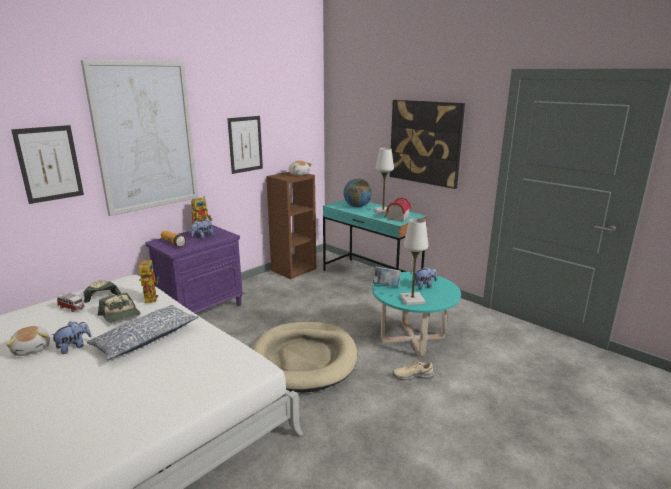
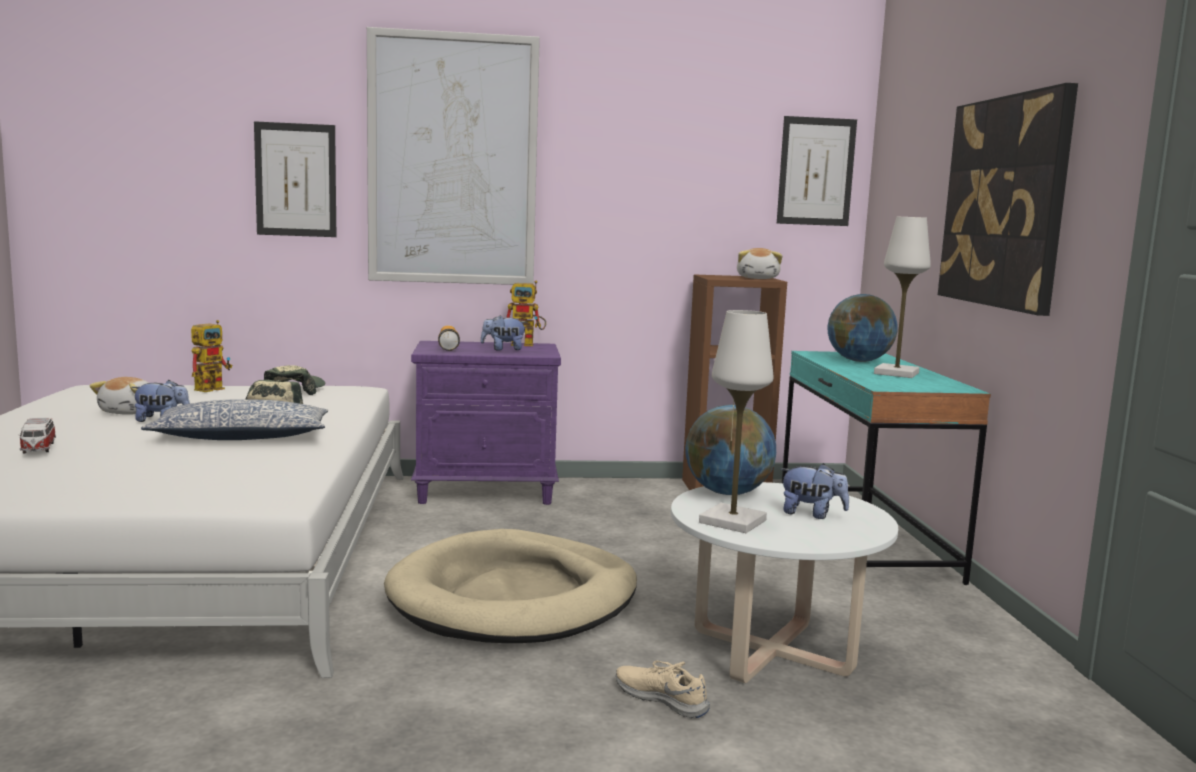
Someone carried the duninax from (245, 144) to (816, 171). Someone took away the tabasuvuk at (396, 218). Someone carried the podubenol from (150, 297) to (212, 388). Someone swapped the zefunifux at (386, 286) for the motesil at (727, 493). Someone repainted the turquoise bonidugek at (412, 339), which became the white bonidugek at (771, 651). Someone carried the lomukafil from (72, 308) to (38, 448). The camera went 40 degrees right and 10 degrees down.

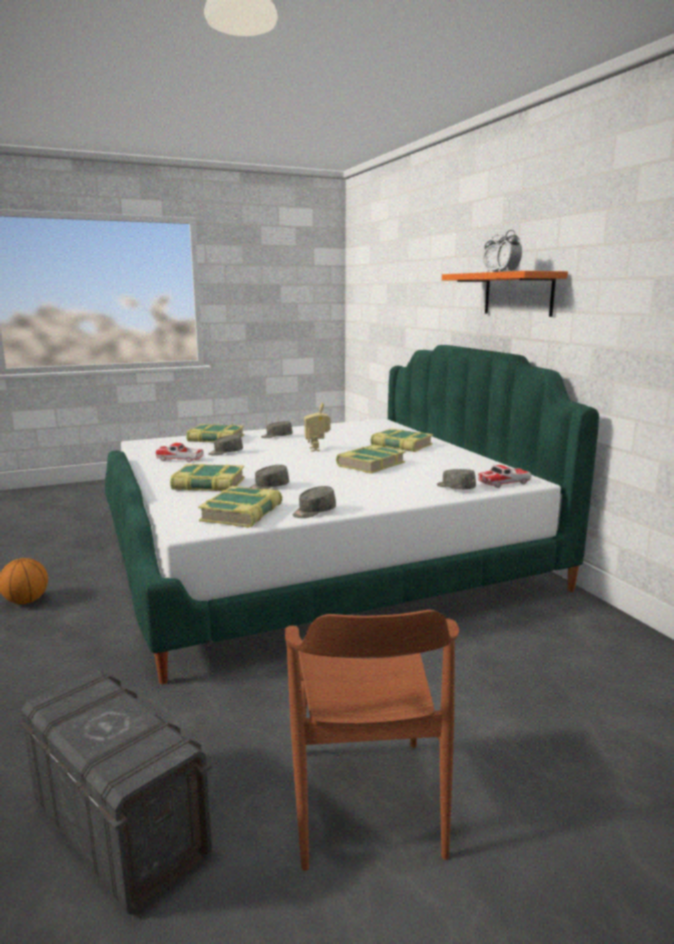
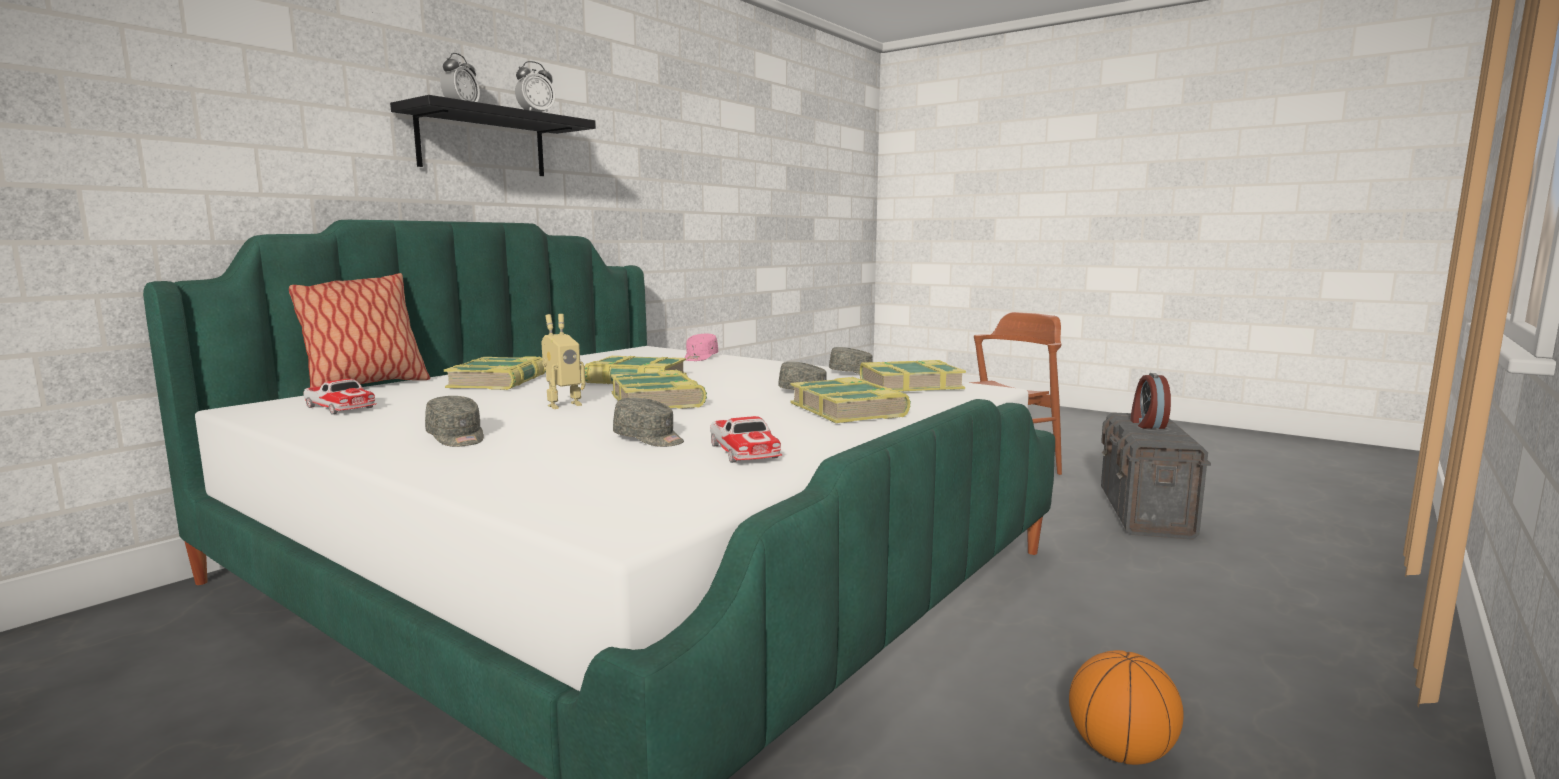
Someone repainted the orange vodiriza at (518, 294), which became the black vodiriza at (482, 143). Someone carried the zefunifux from (216, 439) to (658, 400). Someone carried the lomukafil from (504, 483) to (339, 407). Someone repainted the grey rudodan at (455, 488), which became the pink rudodan at (700, 358). Someone put down the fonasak at (365, 386). Someone put down the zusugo at (1147, 424). The camera went 120 degrees left and 5 degrees down.

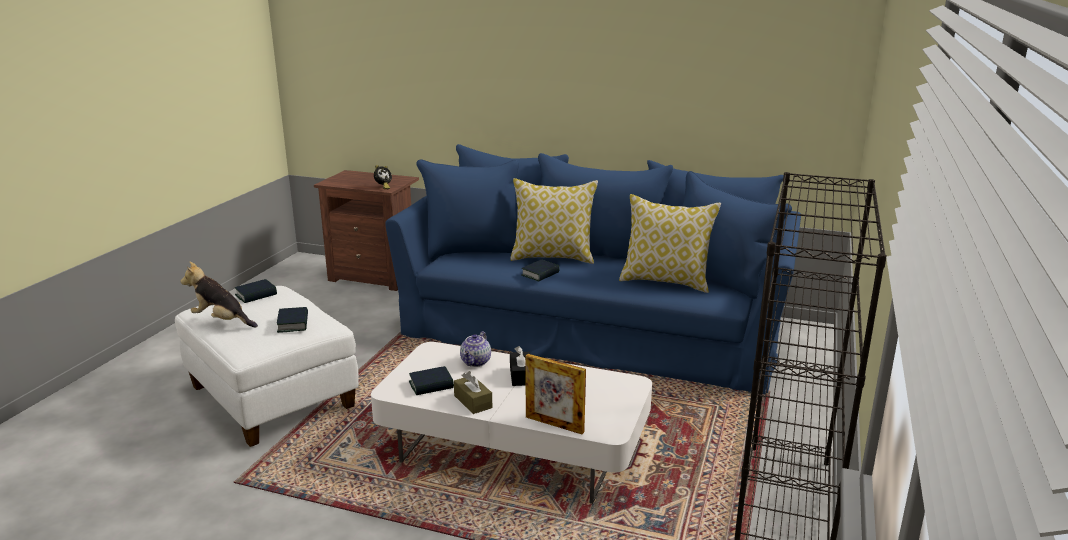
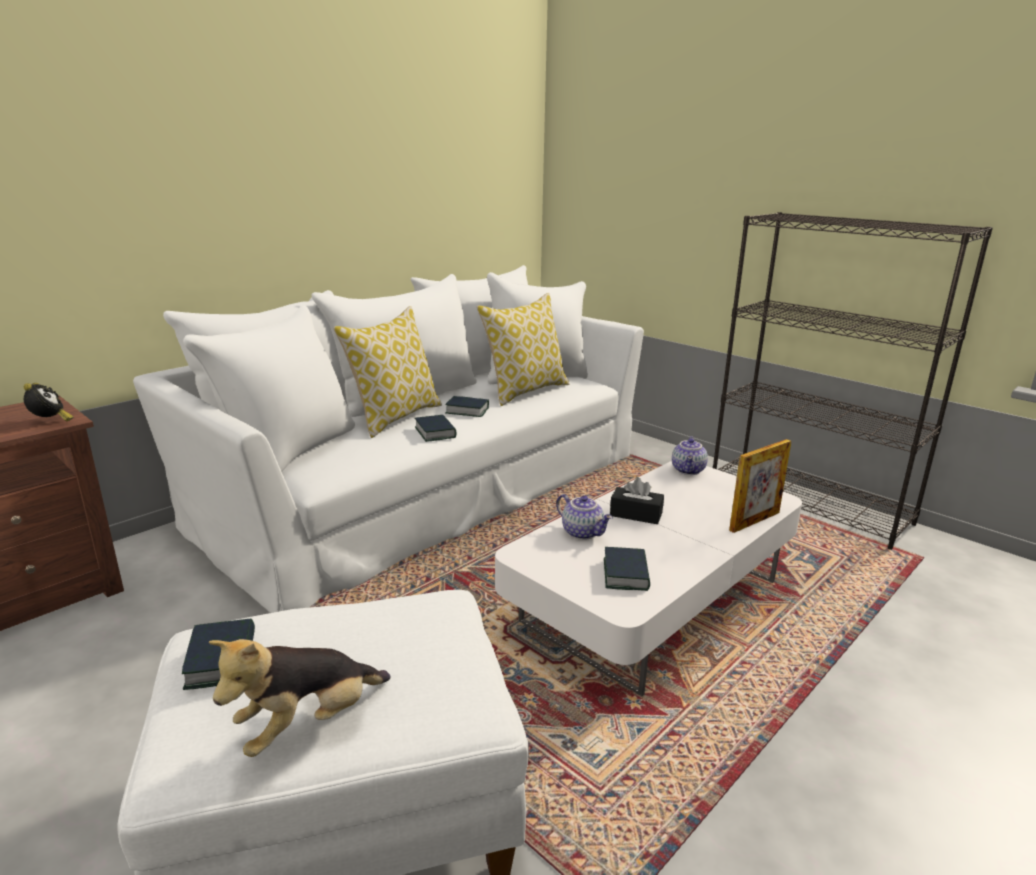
Someone repainted the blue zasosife at (593, 328), which became the white zasosife at (429, 487). Someone carried the zefunifux from (293, 323) to (467, 411). Someone took away the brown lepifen at (473, 402). Someone put down the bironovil at (689, 470). The camera went 65 degrees left and 0 degrees up.

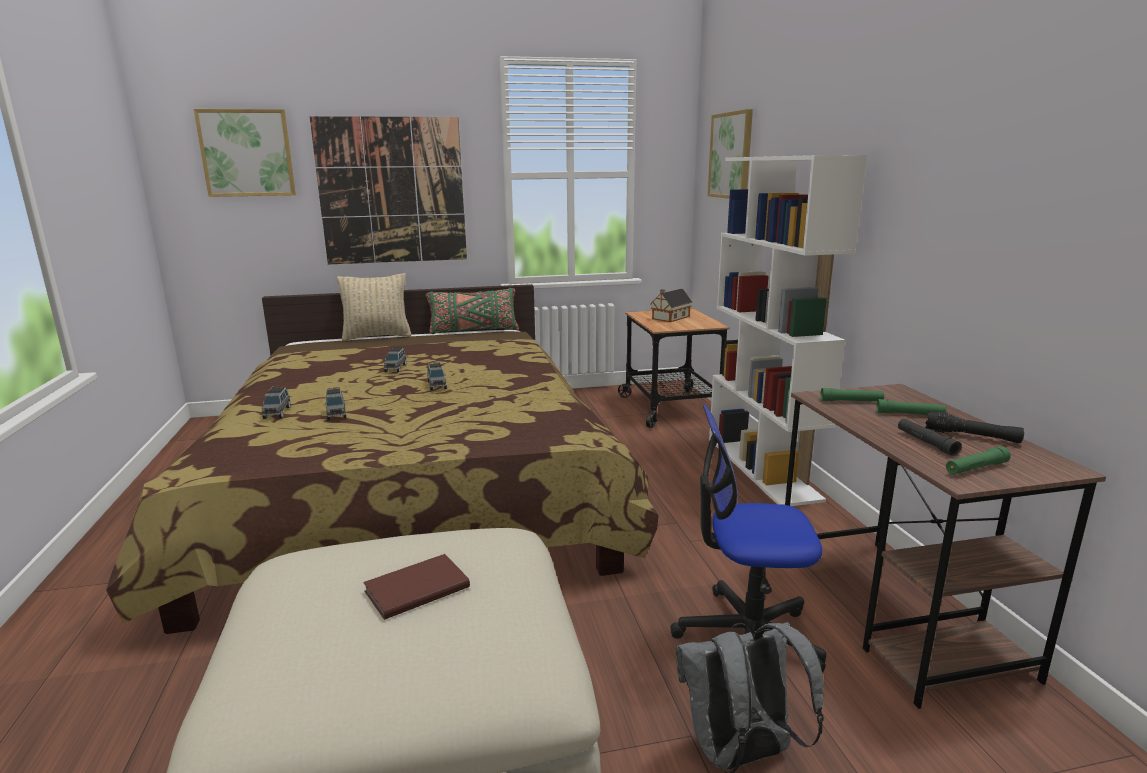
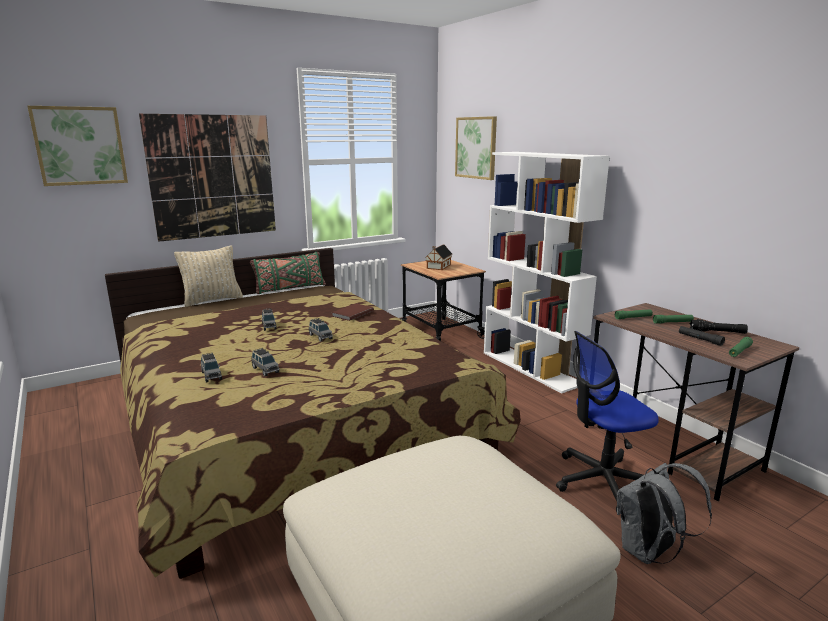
Someone carried the brown zefunifux from (415, 588) to (352, 313). The camera went 20 degrees left and 0 degrees up.

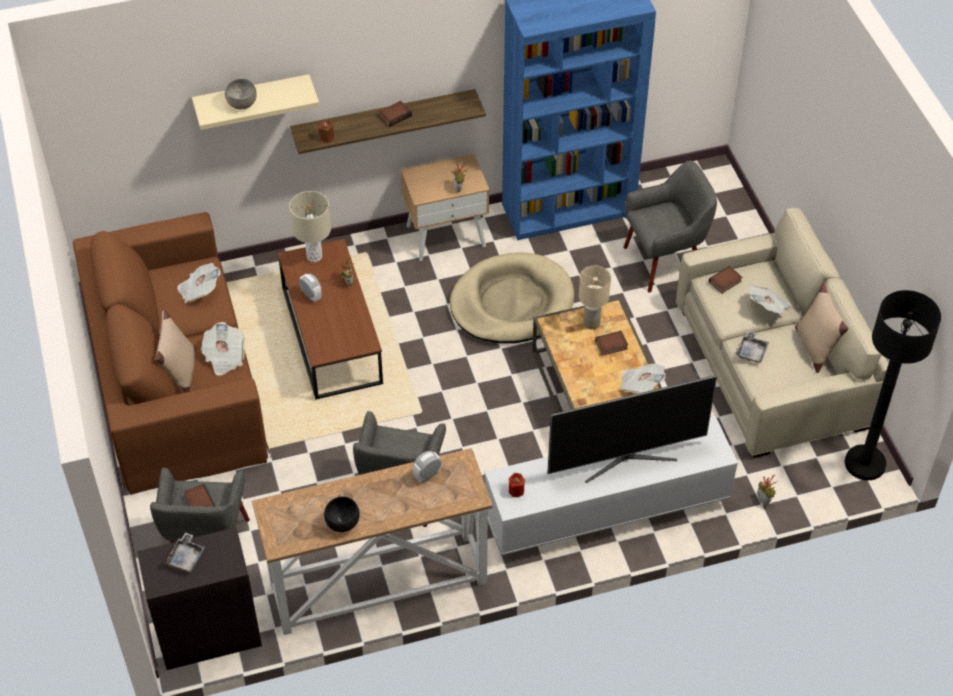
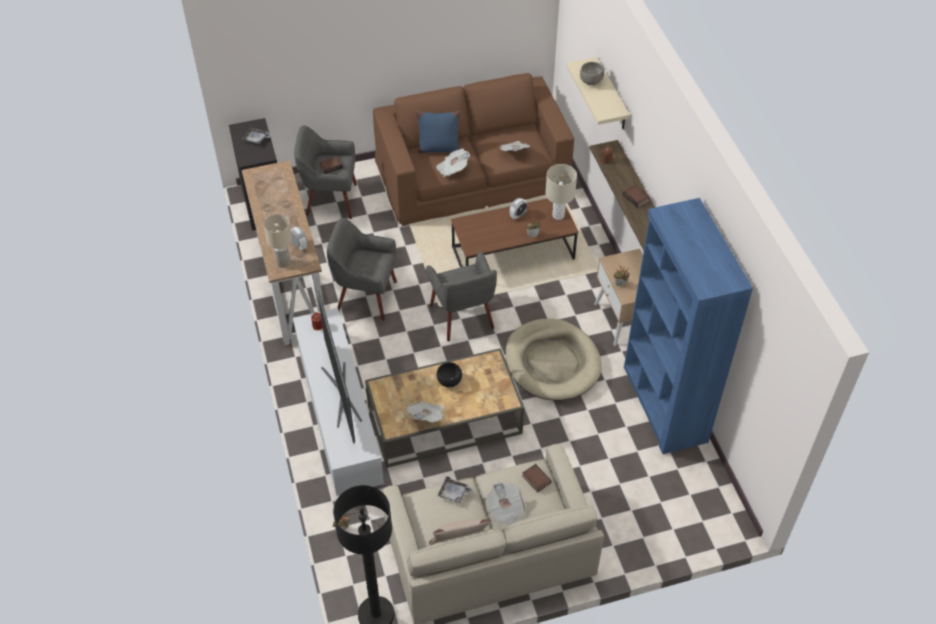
Someone carried the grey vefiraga from (665, 261) to (462, 317). Someone carried the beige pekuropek from (591, 323) to (284, 263). Someone repainted the beige fonasak at (180, 373), which became the blue fonasak at (438, 149). Someone took away the zefunifux at (611, 346). Someone carried the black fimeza from (342, 523) to (449, 381). The camera went 90 degrees right and 0 degrees up.

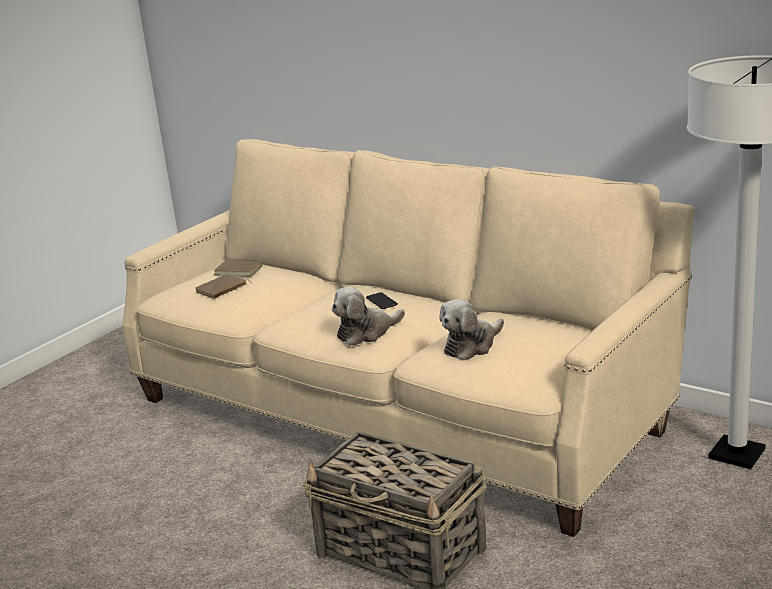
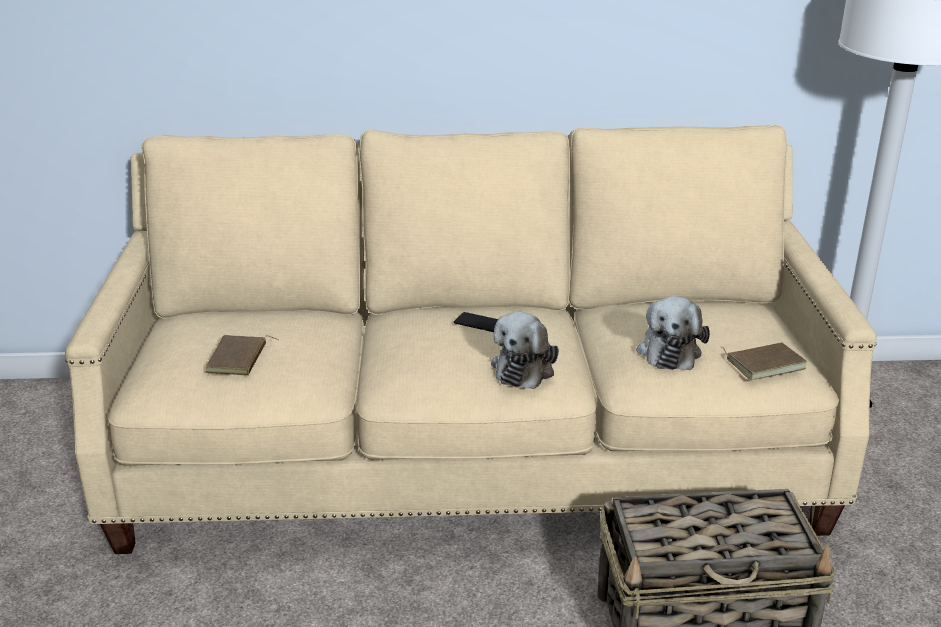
Someone carried the brown zefunifux from (239, 270) to (764, 363). The camera went 40 degrees left and 5 degrees up.

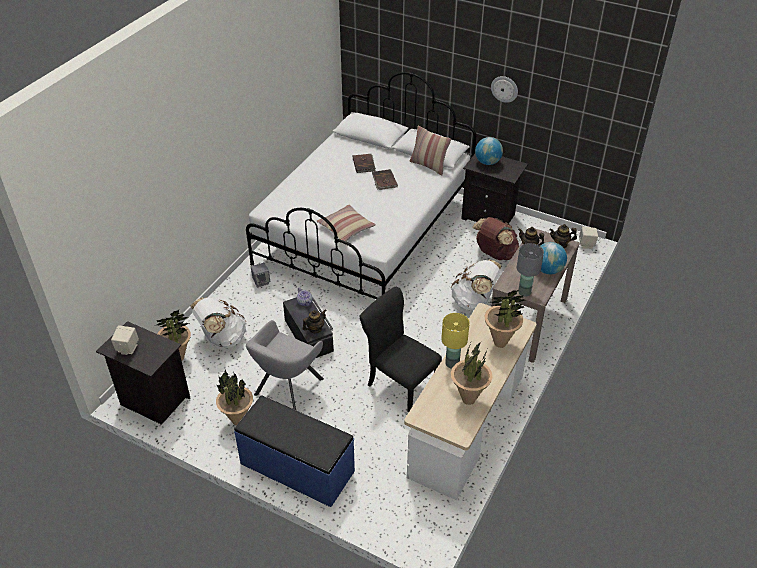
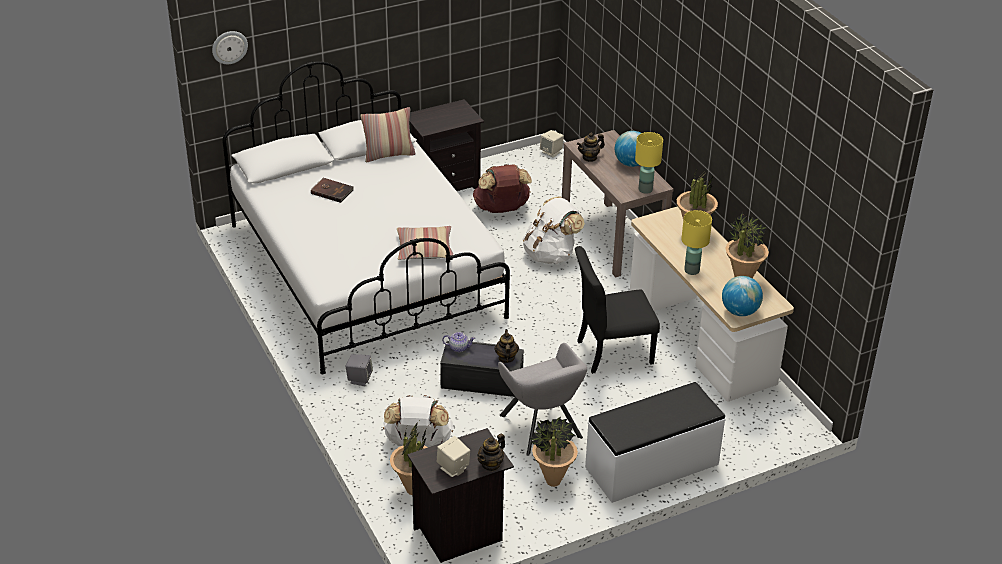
Someone carried the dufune from (504, 89) to (229, 47). Someone carried the motesil from (487, 162) to (739, 311). Someone took away the brown zefunifux at (384, 181). Someone carried the bironovil from (560, 244) to (491, 465). Someone repainted the grey pekuropek at (525, 292), which became the yellow pekuropek at (645, 189). Someone repainted the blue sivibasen at (297, 468), which became the white sivibasen at (652, 466). The camera went 55 degrees left and 5 degrees down.

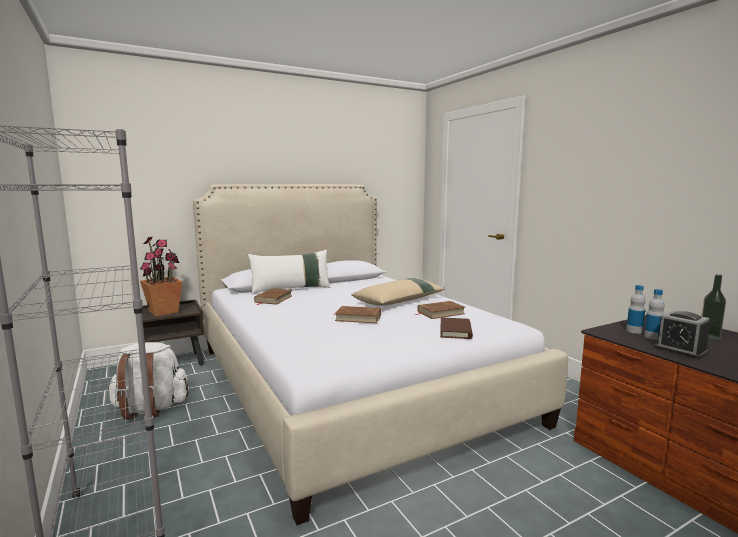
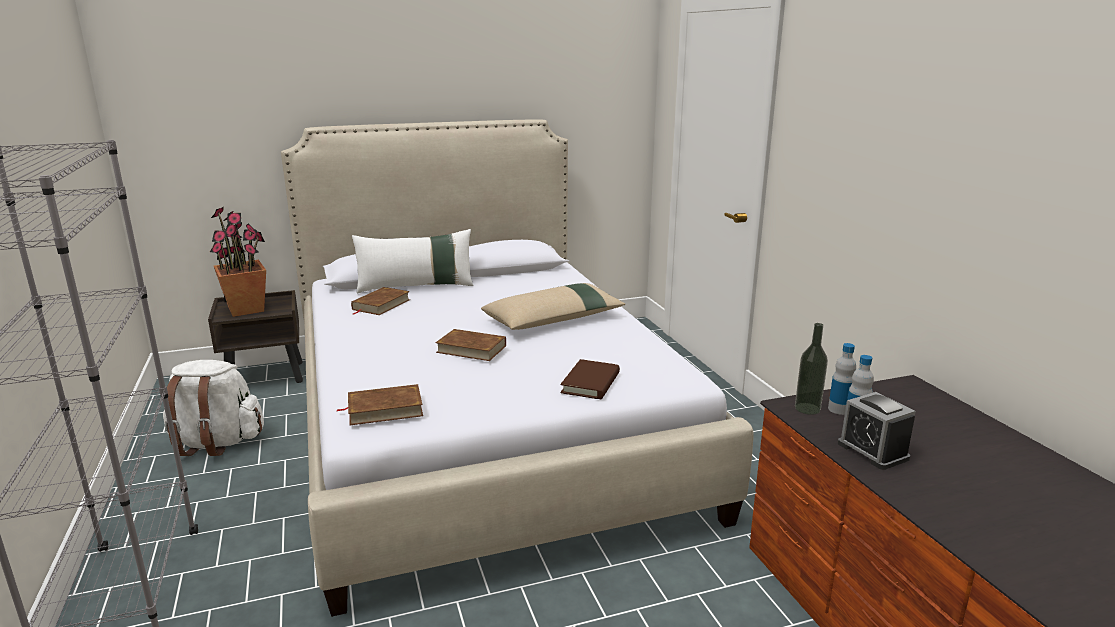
Someone carried the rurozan from (709, 337) to (807, 408). Someone carried the brown zefunifux from (440, 313) to (385, 409). The camera went 10 degrees right and 10 degrees up.

